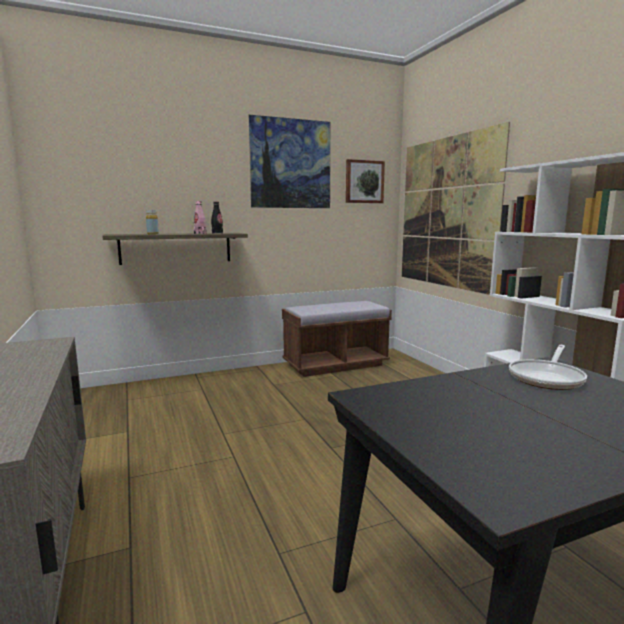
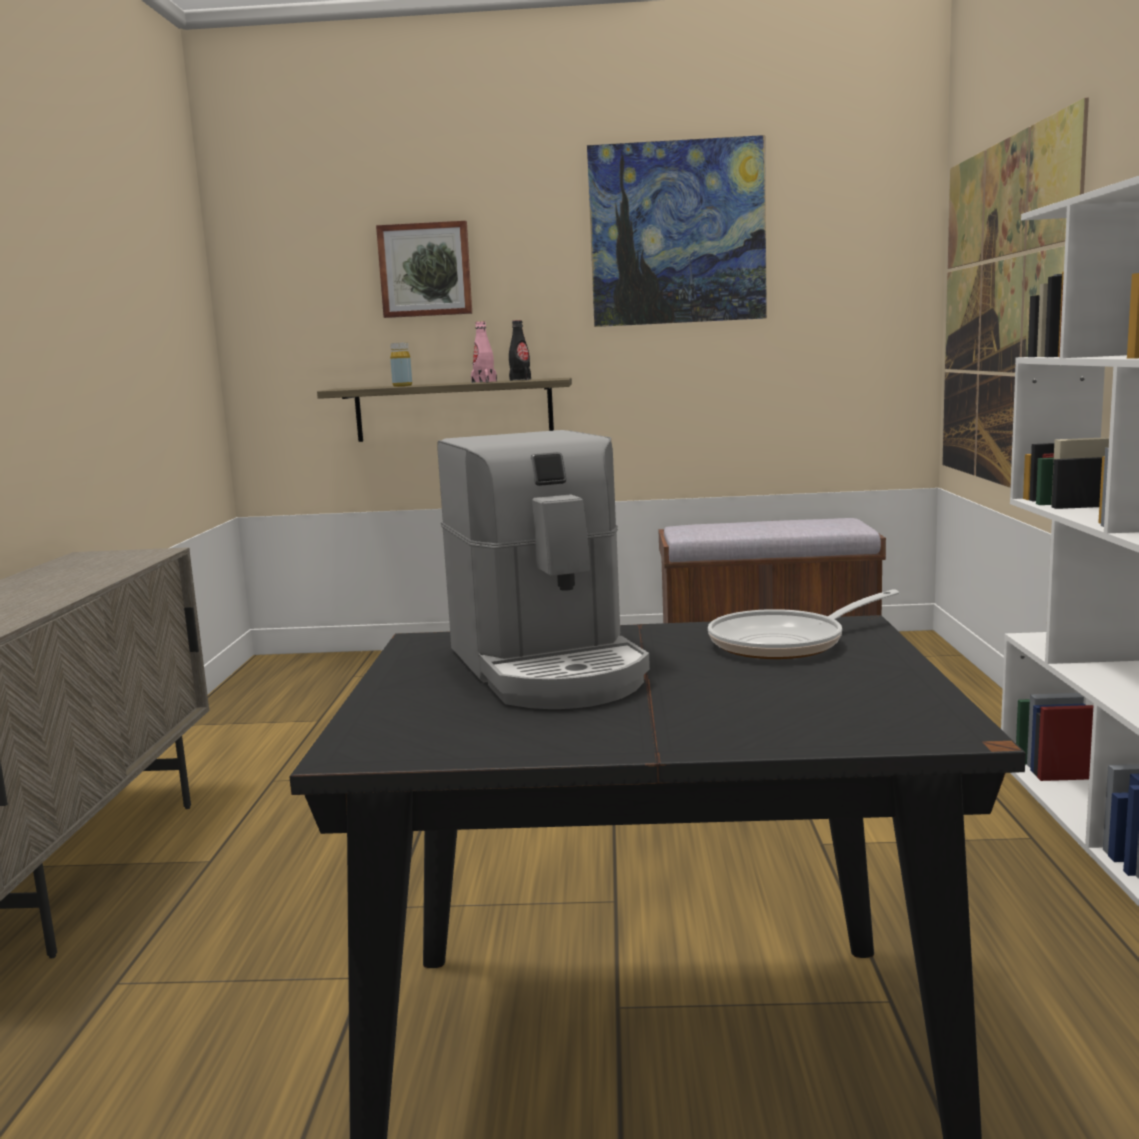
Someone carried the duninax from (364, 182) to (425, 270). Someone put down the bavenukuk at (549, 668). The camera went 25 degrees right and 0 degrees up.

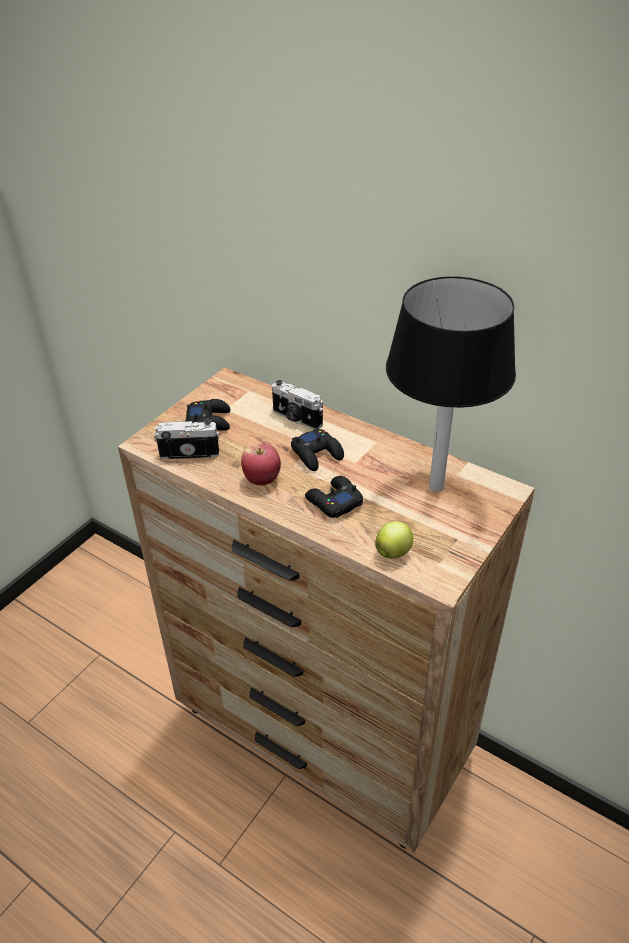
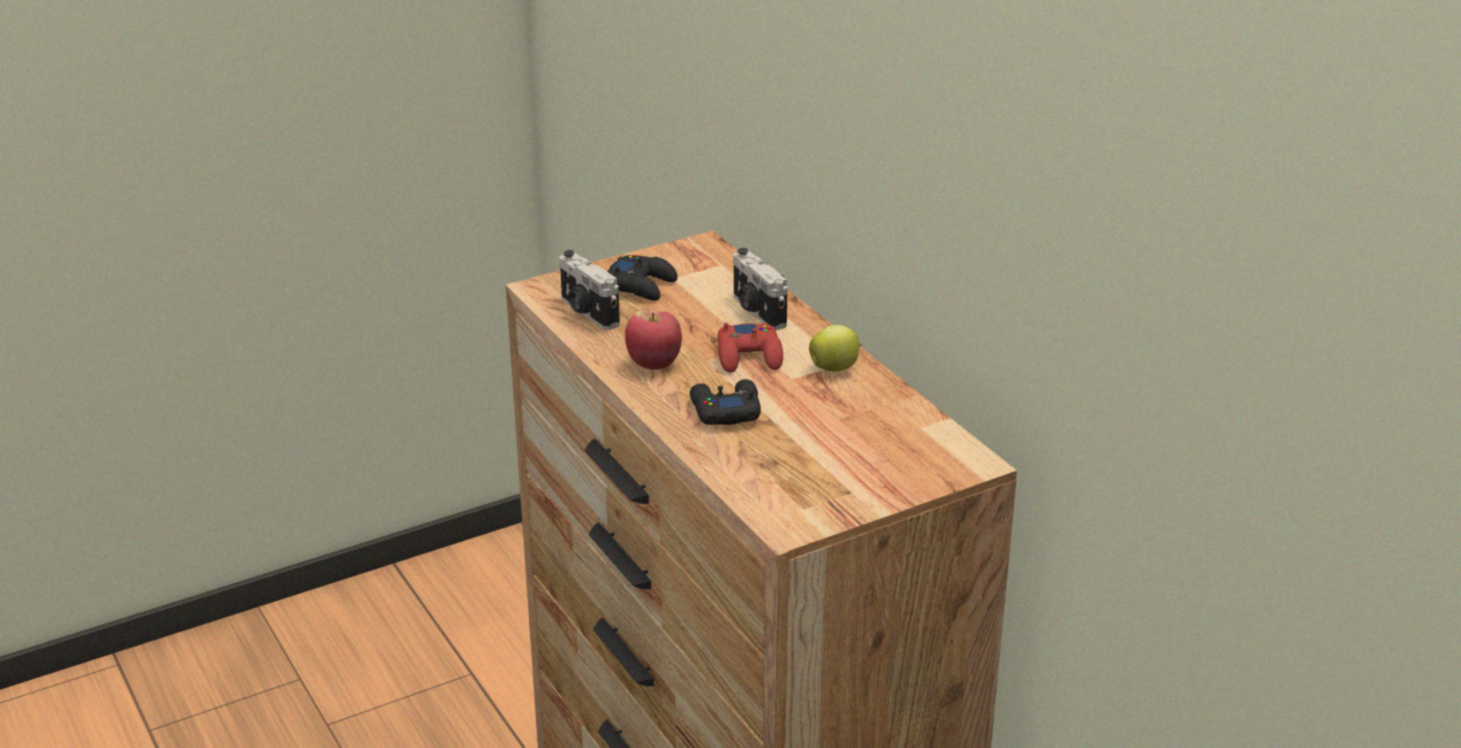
Someone took away the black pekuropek at (436, 487). Someone rotated the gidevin at (189, 452) by 150 degrees counterclockwise. Someone repainted the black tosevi at (317, 454), which became the red tosevi at (749, 356). Someone carried the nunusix from (393, 552) to (835, 368). The camera went 25 degrees right and 10 degrees down.

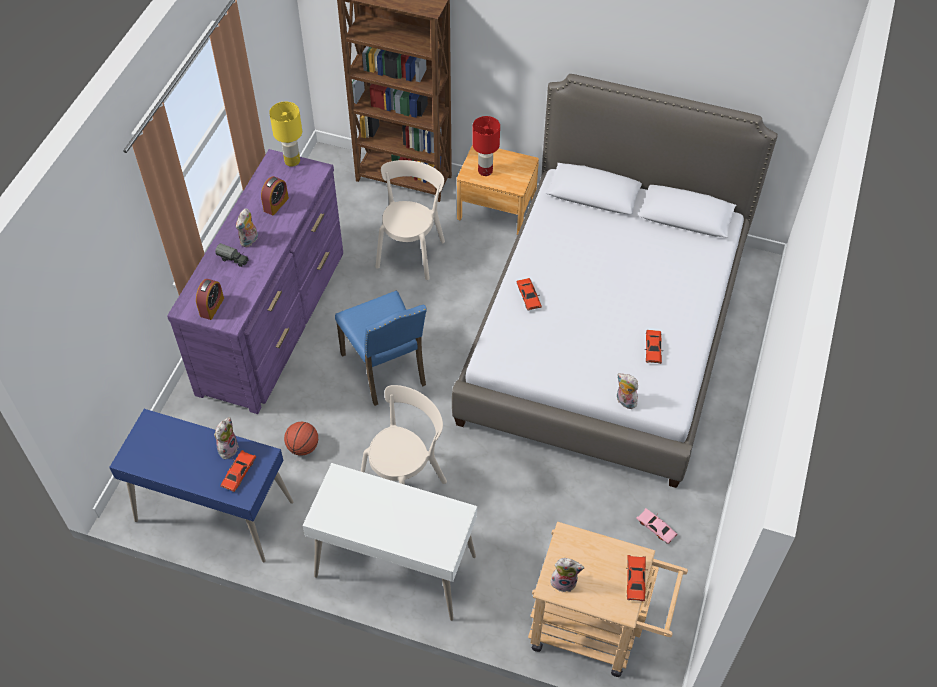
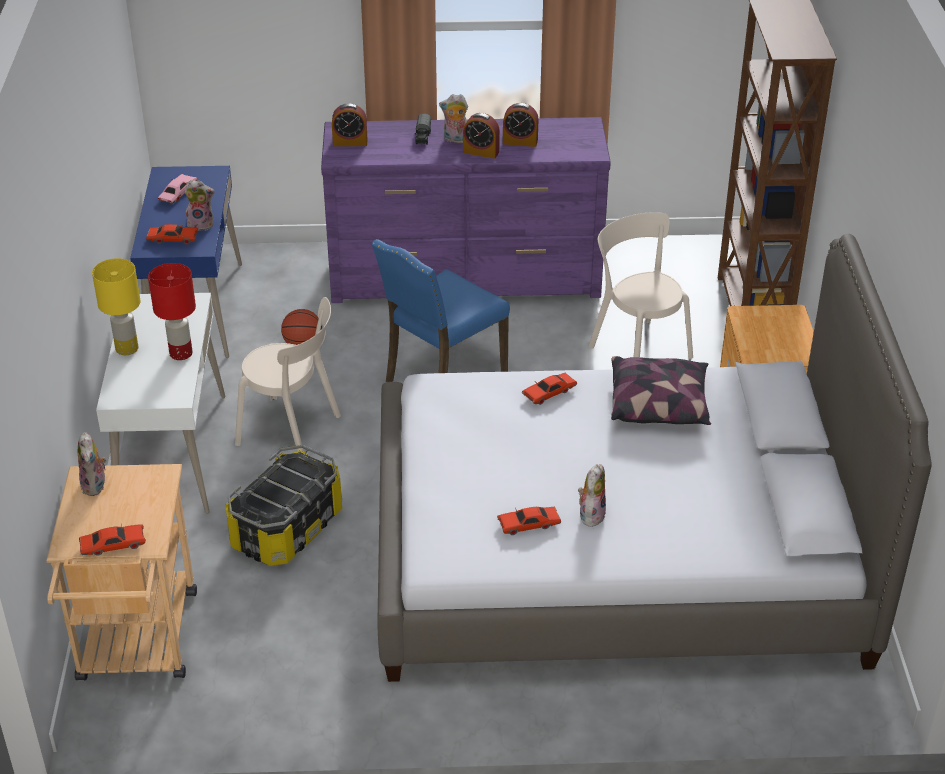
Someone carried the yellow pekuropek from (292, 161) to (126, 349). Someone carried the red pekuropek from (485, 171) to (180, 353). Someone rotated the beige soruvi at (411, 251) by 120 degrees counterclockwise. Someone carried the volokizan from (624, 401) to (591, 514). Someone carried the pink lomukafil from (656, 528) to (177, 193). Someone put down the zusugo at (481, 152). Someone put down the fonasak at (659, 405). Someone put down the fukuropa at (287, 529). The camera went 70 degrees right and 15 degrees down.

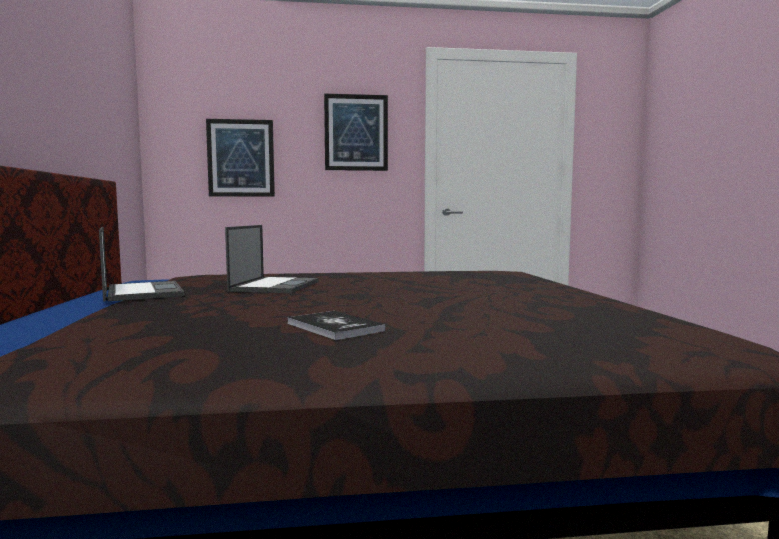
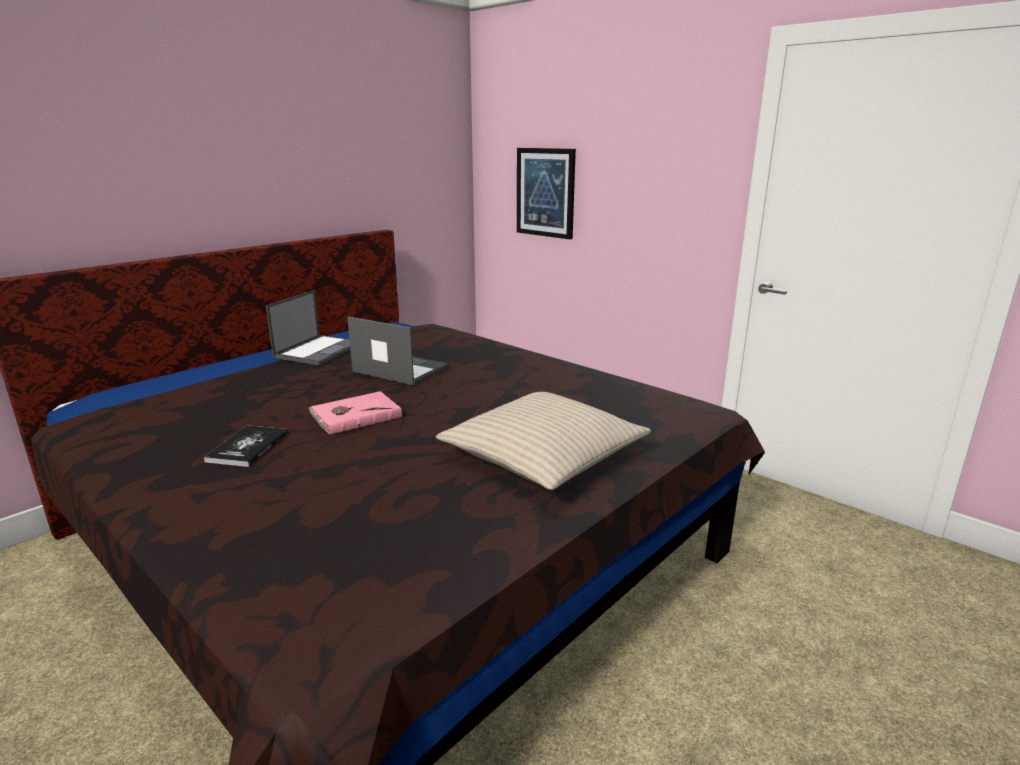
Someone took away the duninax at (356, 133). Someone rotated the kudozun at (275, 286) by 120 degrees counterclockwise. Someone put down the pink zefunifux at (355, 415). Someone put down the beige fonasak at (542, 456). The camera went 50 degrees right and 15 degrees up.

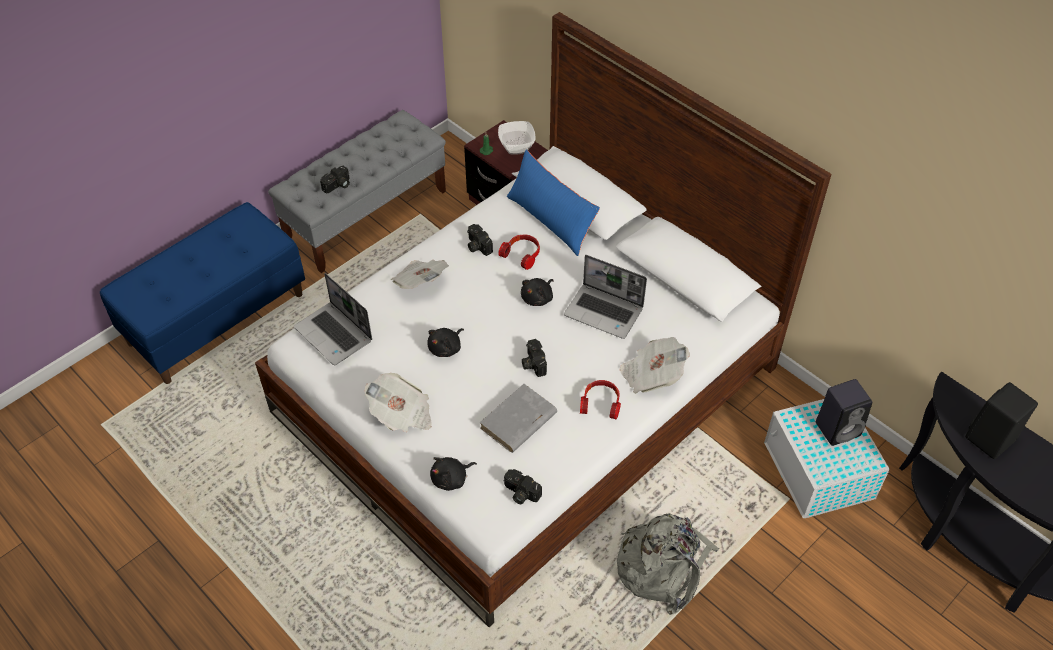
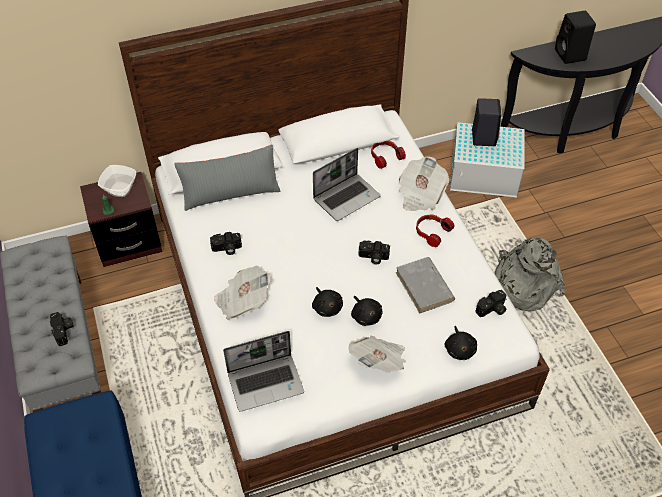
Someone repainted the blue fonasak at (551, 219), which became the grey fonasak at (230, 193). Someone carried the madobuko from (522, 254) to (385, 157). Someone carried the black volokizan from (538, 298) to (366, 315). The camera went 65 degrees left and 0 degrees up.

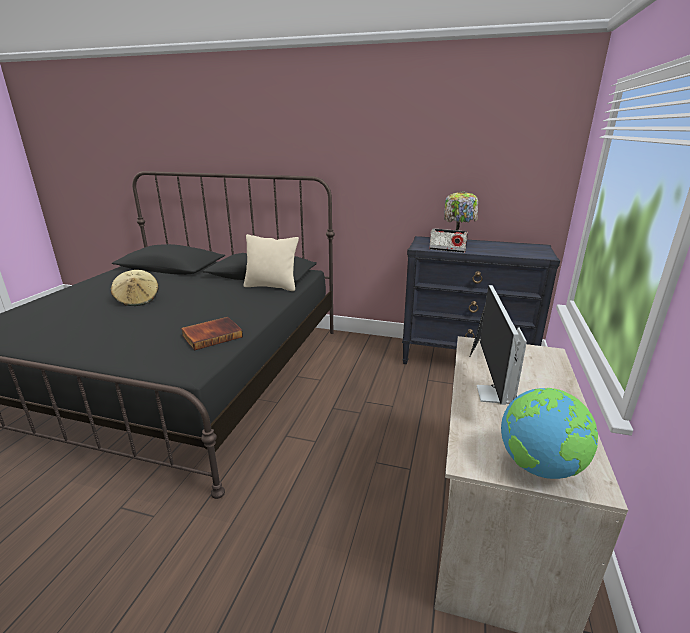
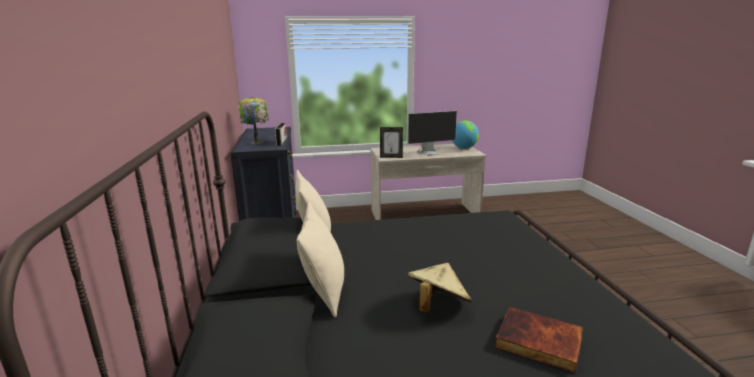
Someone carried the zefunifux from (212, 335) to (537, 343). Someone put down the beige fonasak at (324, 292). The camera went 115 degrees left and 5 degrees down.

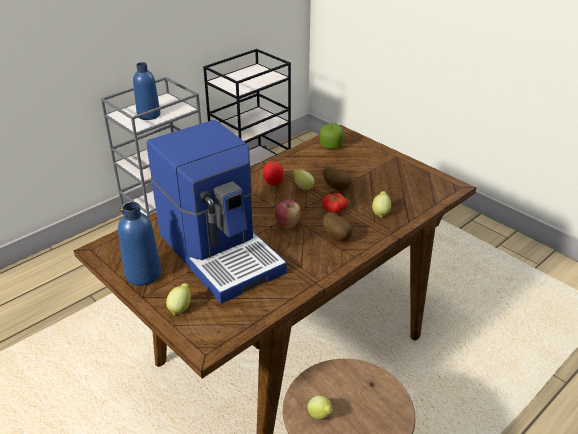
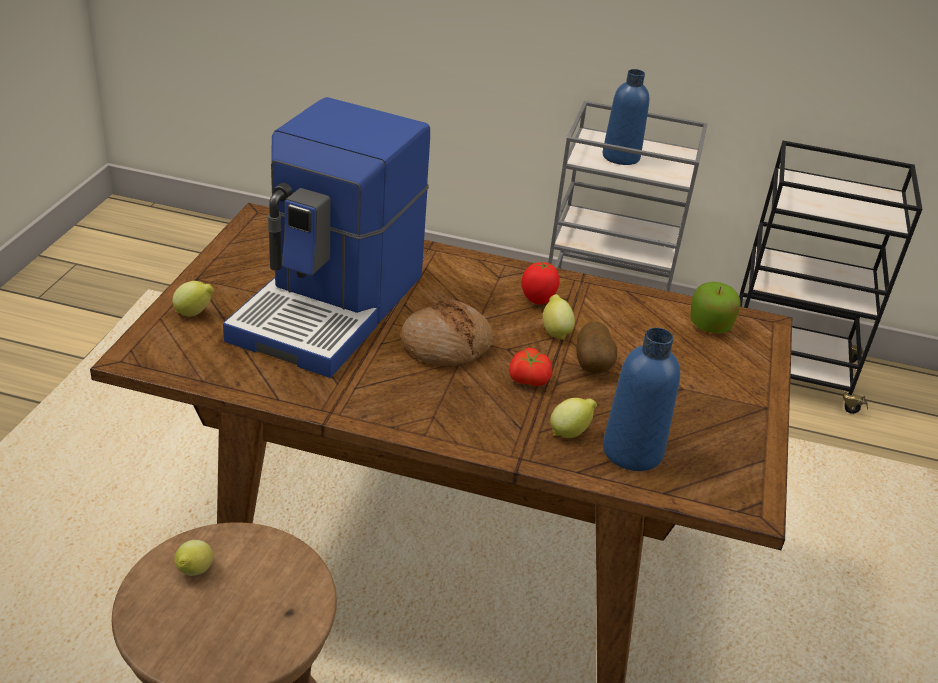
Someone swapped the nunusix at (287, 224) for the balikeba at (446, 345). Someone carried the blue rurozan from (143, 274) to (632, 451). Someone took away the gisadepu at (337, 237). The camera went 55 degrees right and 0 degrees up.

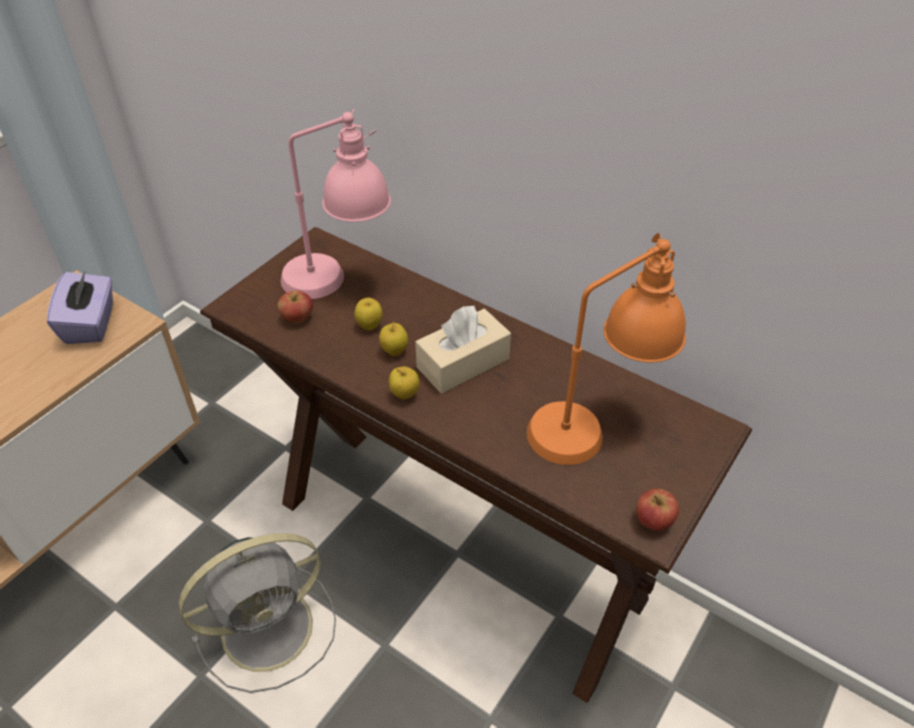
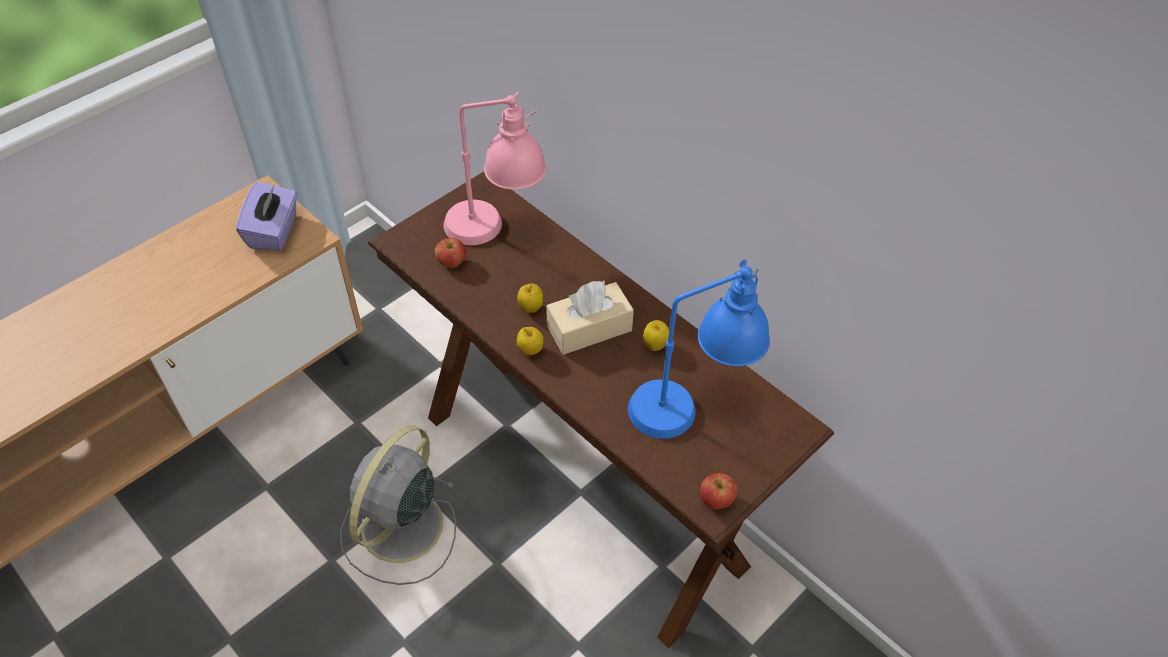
Someone repainted the orange pekuropek at (595, 425), which became the blue pekuropek at (691, 406). Someone carried the nunusix from (370, 326) to (655, 345). Someone rotated the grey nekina at (271, 626) by 135 degrees clockwise. The camera went 10 degrees right and 5 degrees up.

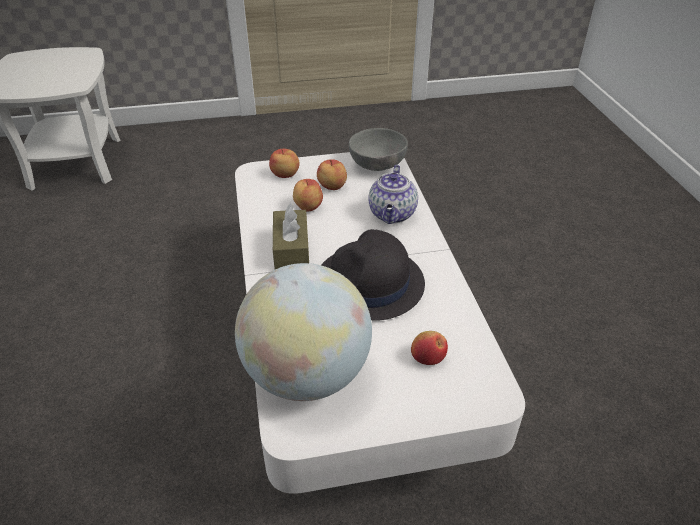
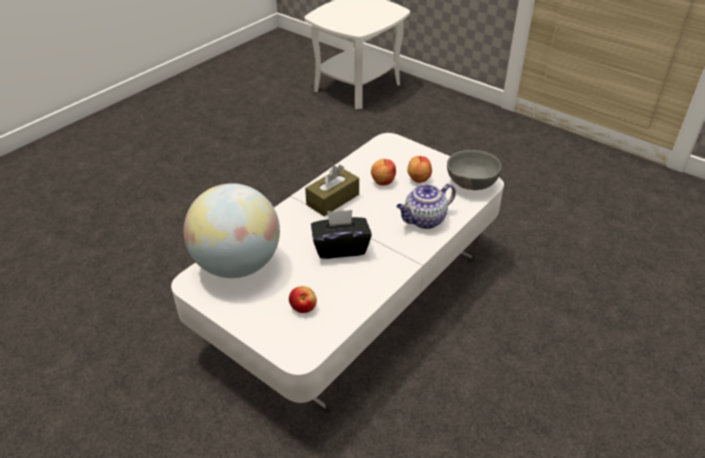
Someone took away the nunusix at (285, 175). Someone swapped the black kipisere at (369, 284) for the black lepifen at (340, 248). The camera went 50 degrees right and 0 degrees up.

